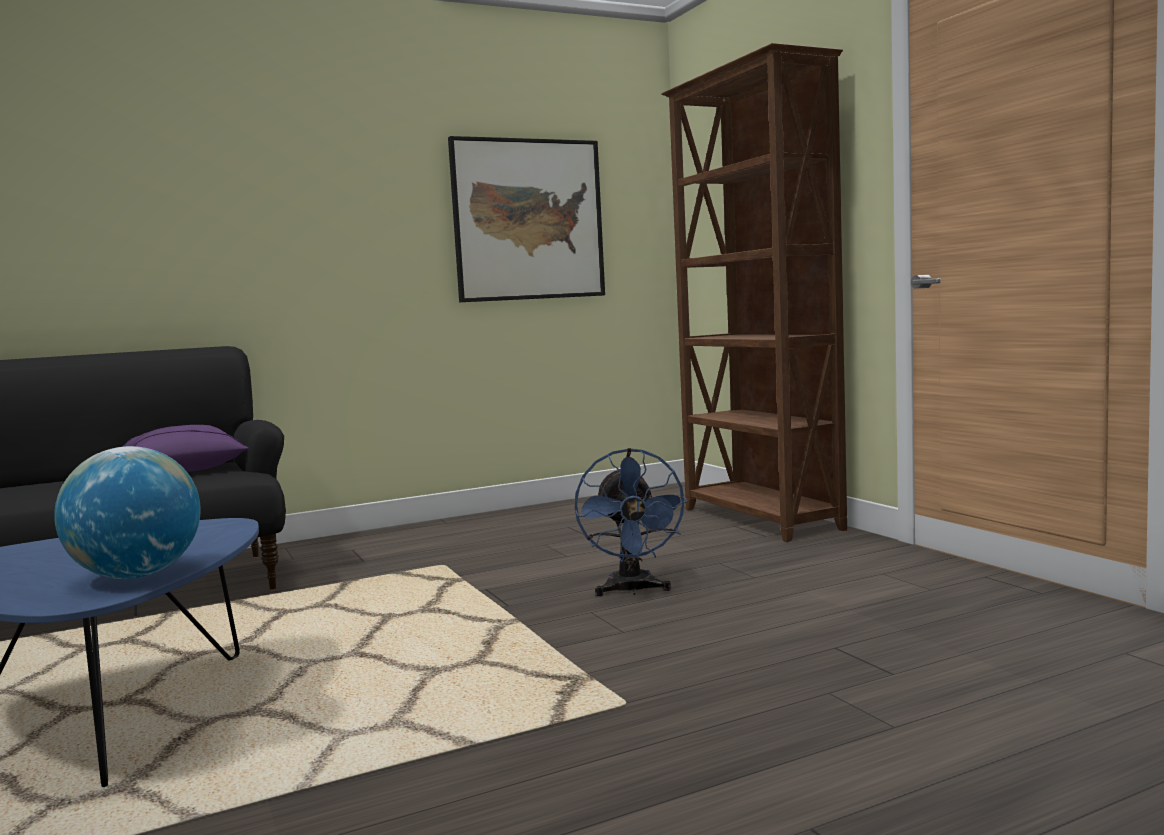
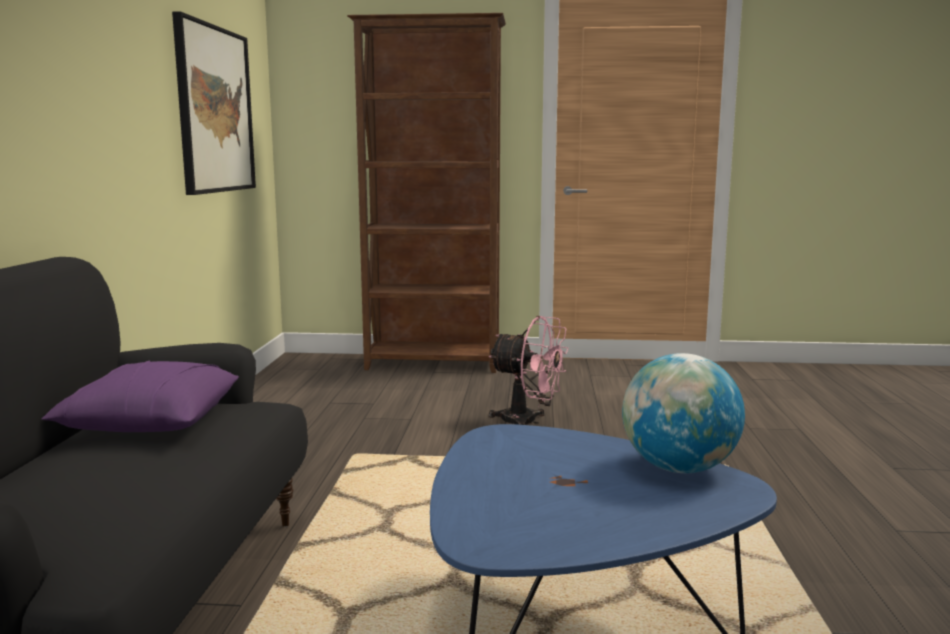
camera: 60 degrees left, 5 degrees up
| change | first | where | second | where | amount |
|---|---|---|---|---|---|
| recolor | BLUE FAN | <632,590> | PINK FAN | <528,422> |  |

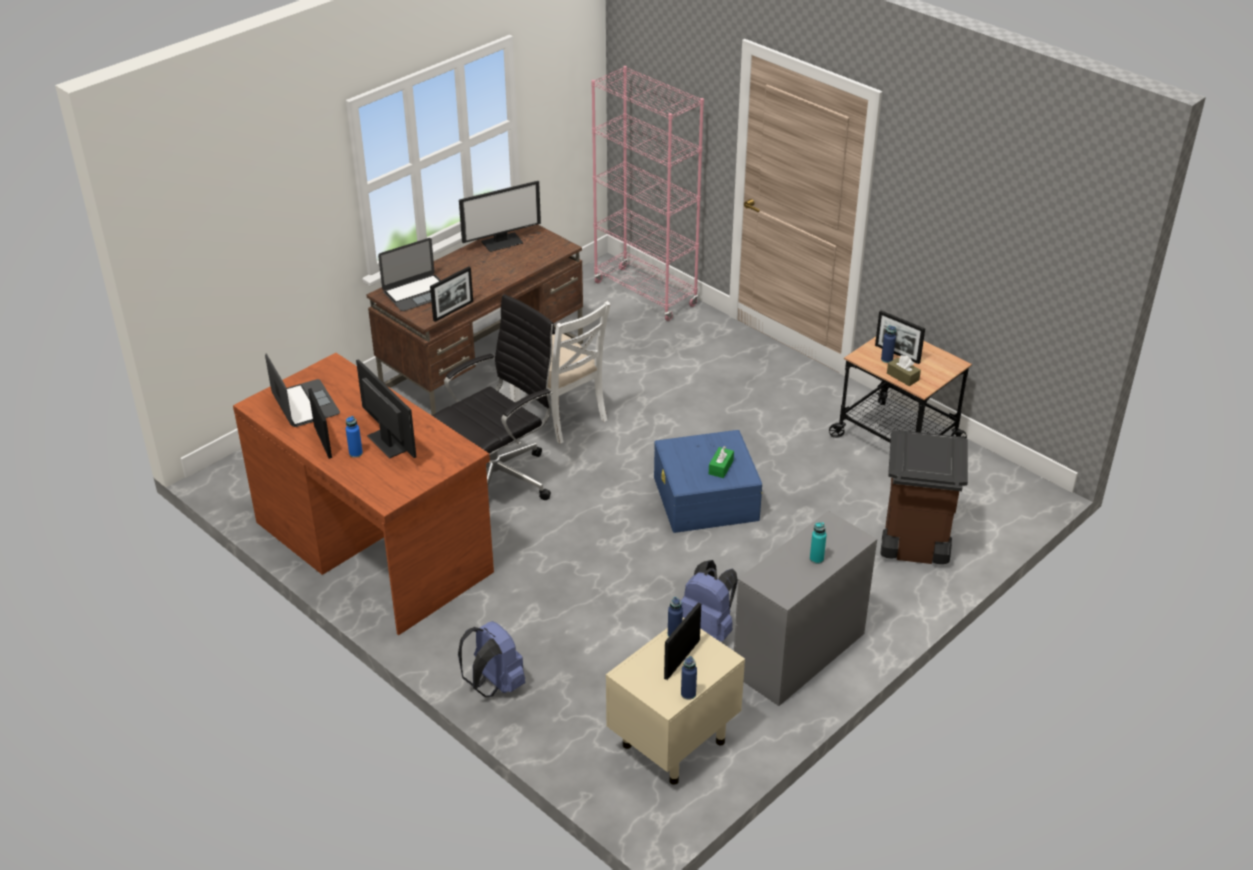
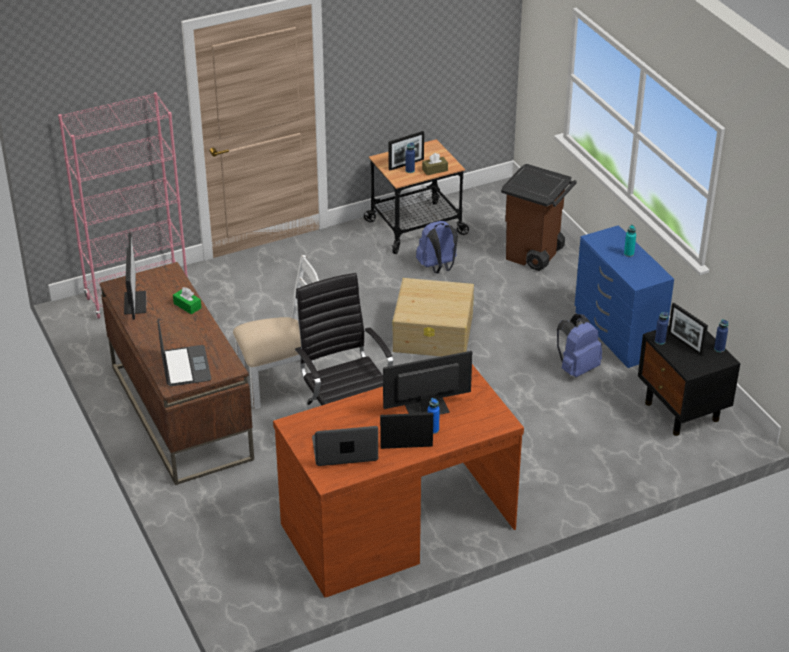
camera: 70 degrees left, 0 degrees up
| change | first | where | second | where | amount |
|---|---|---|---|---|---|
| delete | PICTURE FRAME | <453,311> |  |  |  |
| move | BLUE BACKPACK | <494,685> |  | <438,267> |  |
| move | GREEN TISSUE BOX | <721,467> |  | <187,306> |  |
| recolor | BEIGE NIGHTSTAND | <672,744> | BLACK NIGHTSTAND | <682,412> |  |
| recolor | BLUE STORAGE BOX | <705,498> | BEIGE STORAGE BOX | <434,333> |  |
| recolor | GREY DRESSER | <797,653> | BLUE DRESSER | <617,334> |  |

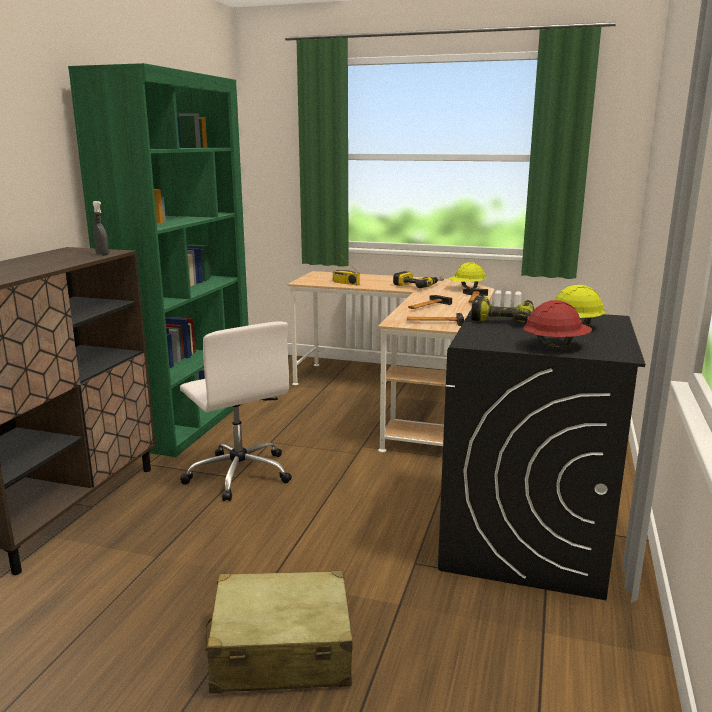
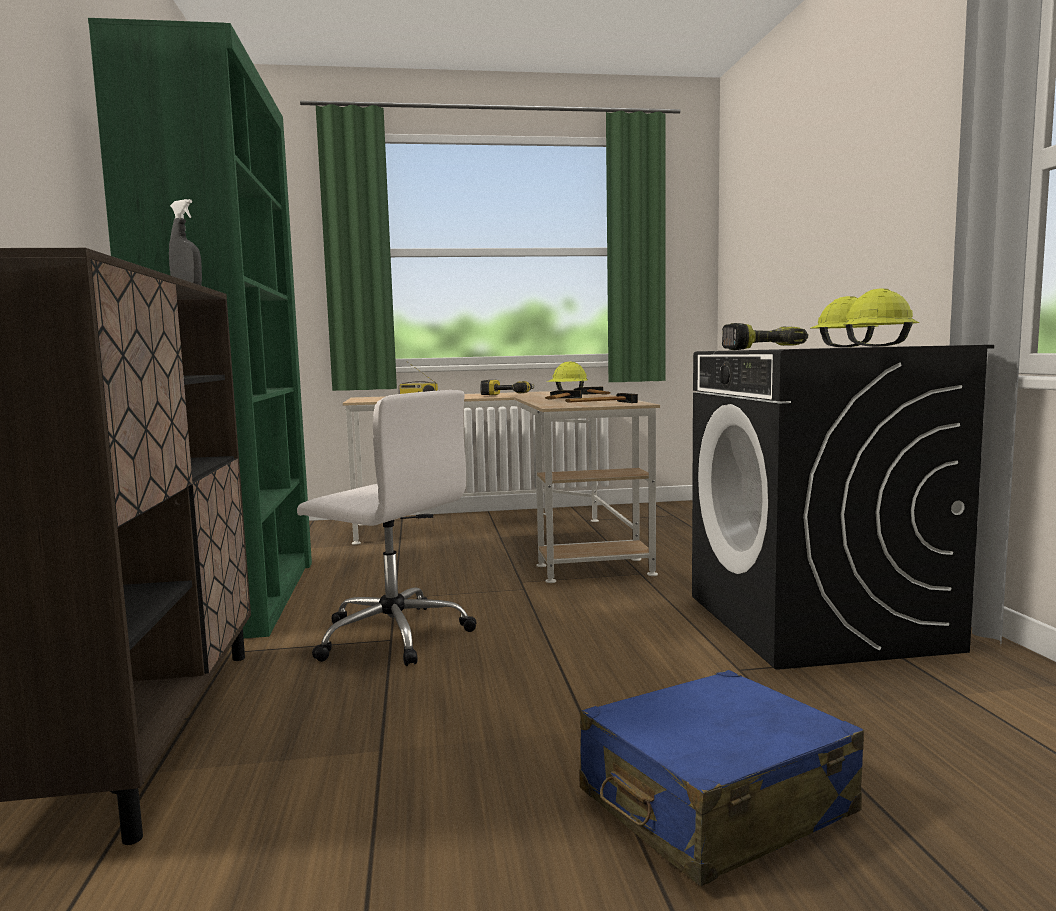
camera: 25 degrees left, 10 degrees down
| change | first | where | second | where | amount |
|---|---|---|---|---|---|
| recolor | BEIGE SUITCASE | <281,651> | BLUE SUITCASE | <715,804> |  |
| recolor | RED HARD HAT | <555,346> | YELLOW HARD HAT | <879,346> |  |

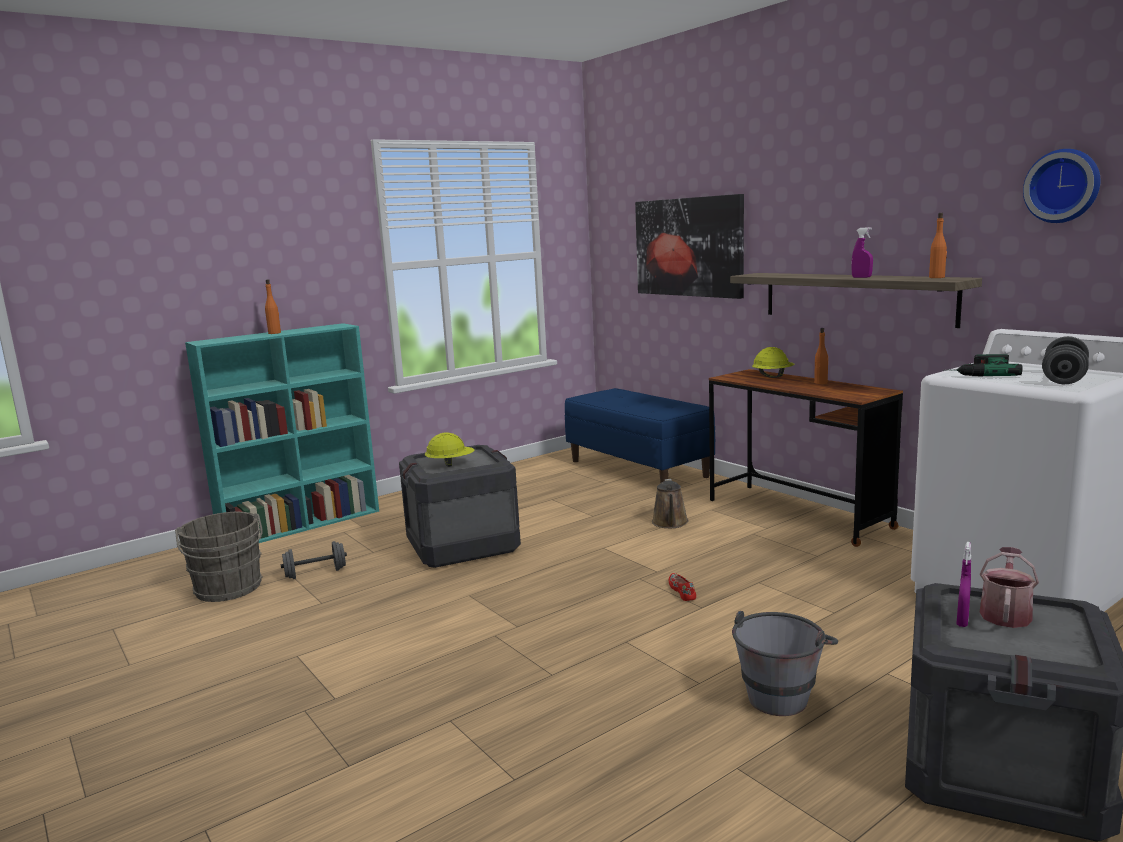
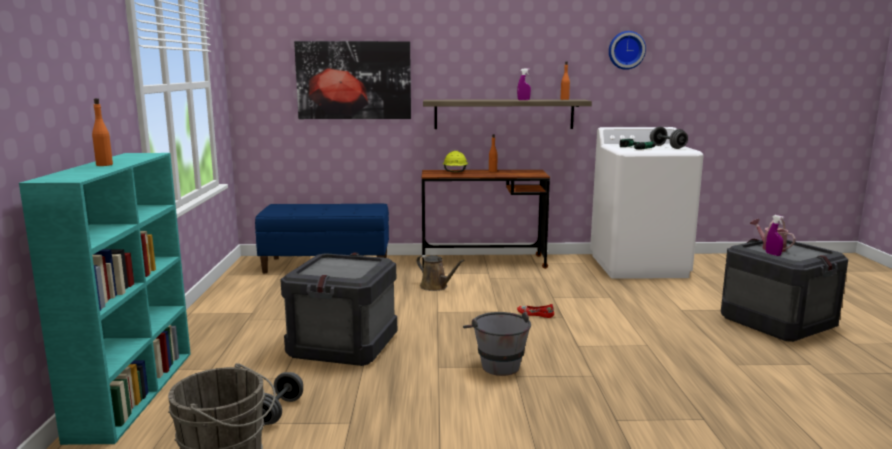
camera: 55 degrees left, 0 degrees up
| change | first | where | second | where | amount |
|---|---|---|---|---|---|
| delete | YELLOW HARD HAT | <450,464> |  |  |  |
| move | GREY BUCKET | <781,693> |  | <496,363> |  |

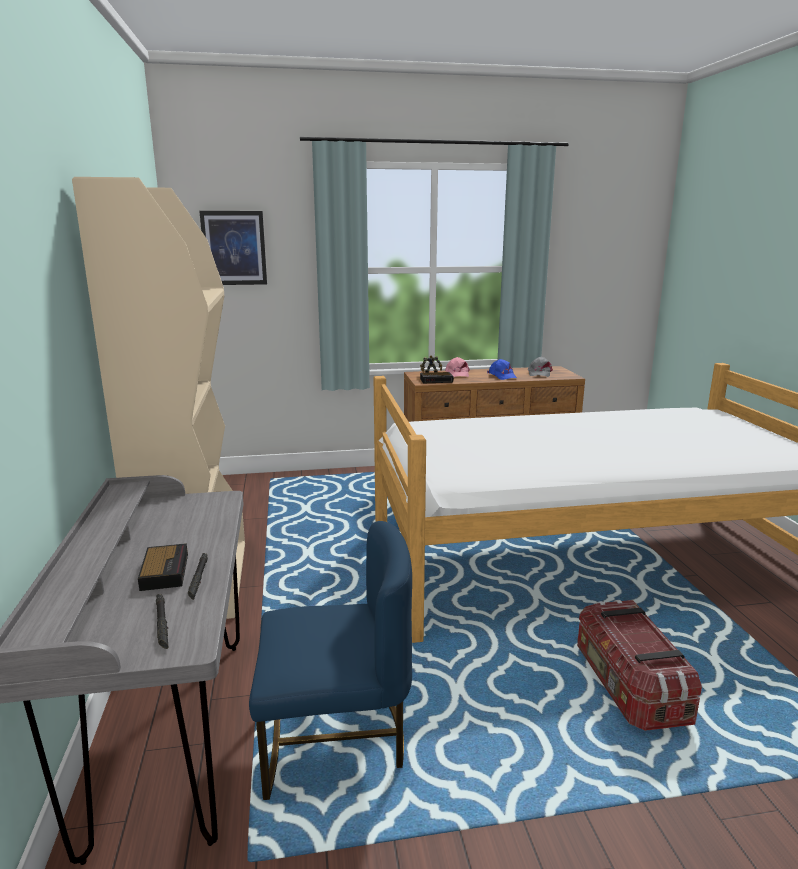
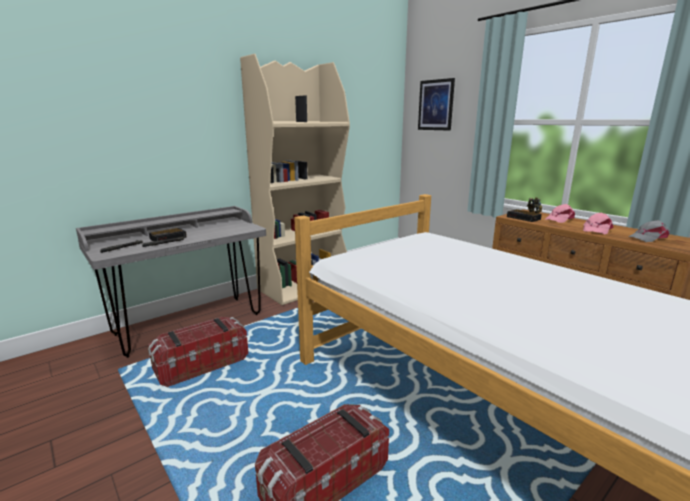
camera: 60 degrees right, 0 degrees up
| change | first | where | second | where | amount |
|---|---|---|---|---|---|
| replace | BLUE CHAIR | <334,740> | STORAGE BOX | <201,365> |  |
| recolor | BLUE CAP | <502,376> | PINK CAP | <596,229> |  |

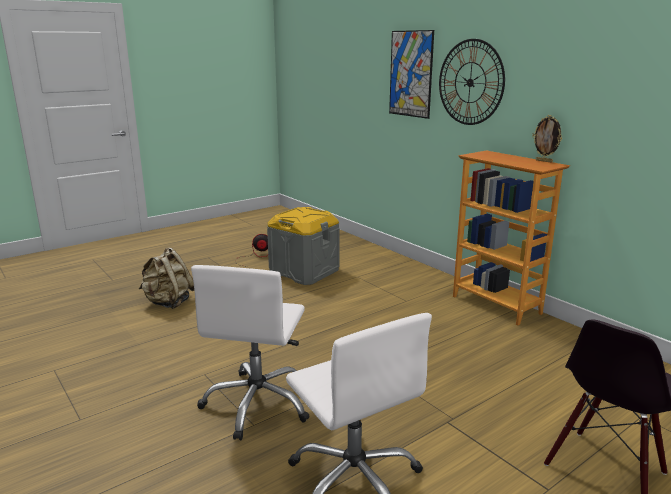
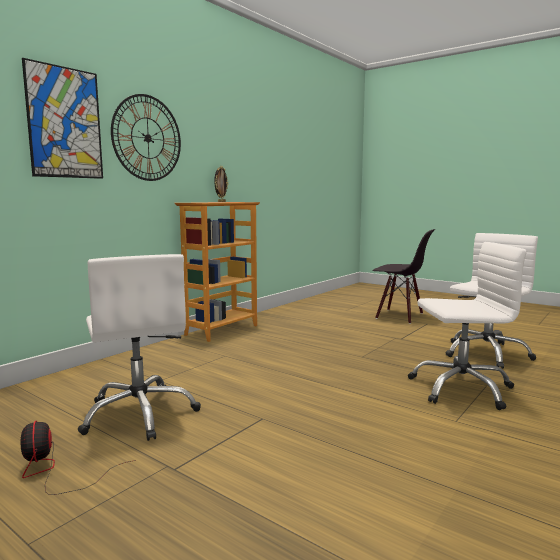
camera: 105 degrees left, 10 degrees down
| change | first | where | second | where | amount |
|---|---|---|---|---|---|
| delete | BEIGE BACKPACK | <169,303> |  |  |  |
| replace | GREY STORAGE BOX | <304,271> | WHITE OFFICE CHAIR | <140,414> |  |

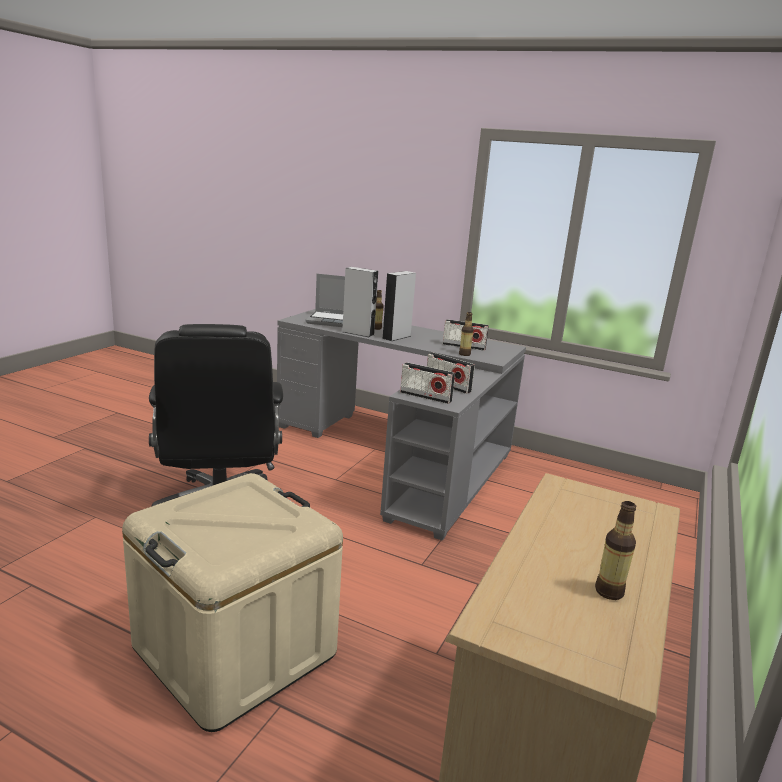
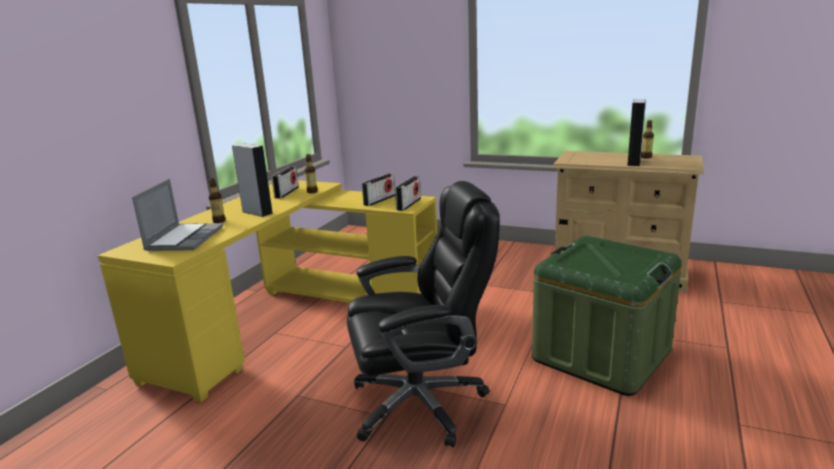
camera: 90 degrees left, 0 degrees up
| change | first | where | second | where | amount |
|---|---|---|---|---|---|
| move | GREY SPEAKER | <358,333> |  | <634,162> |  |
| recolor | BEIGE STORAGE BOX | <235,650> | GREEN STORAGE BOX | <601,355> |  |
| recolor | GREY DESK | <401,456> | YELLOW DESK | <293,318> |  |

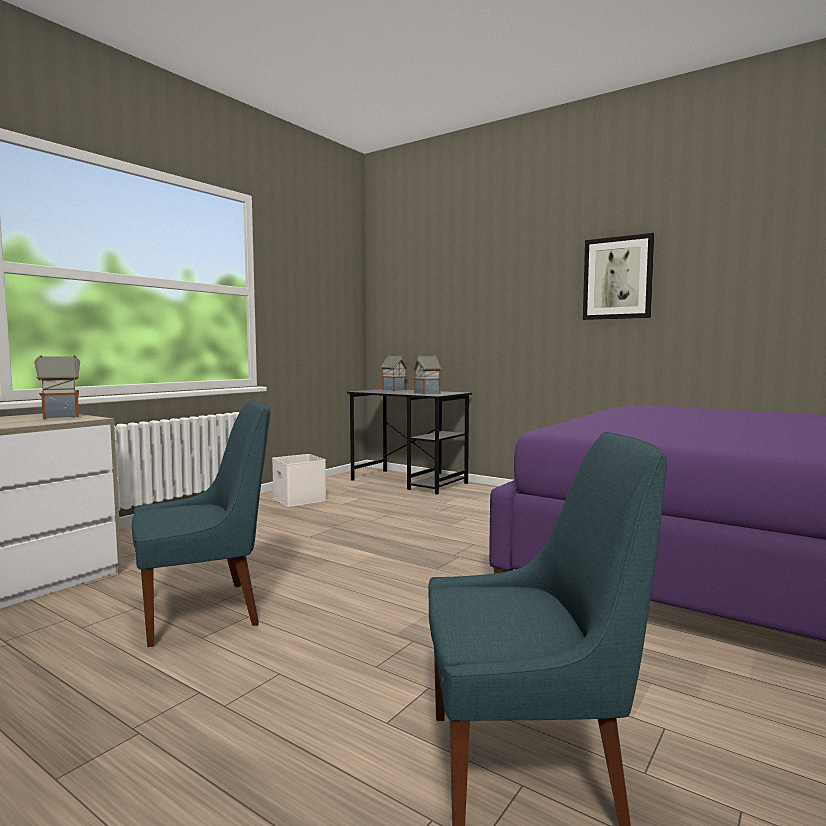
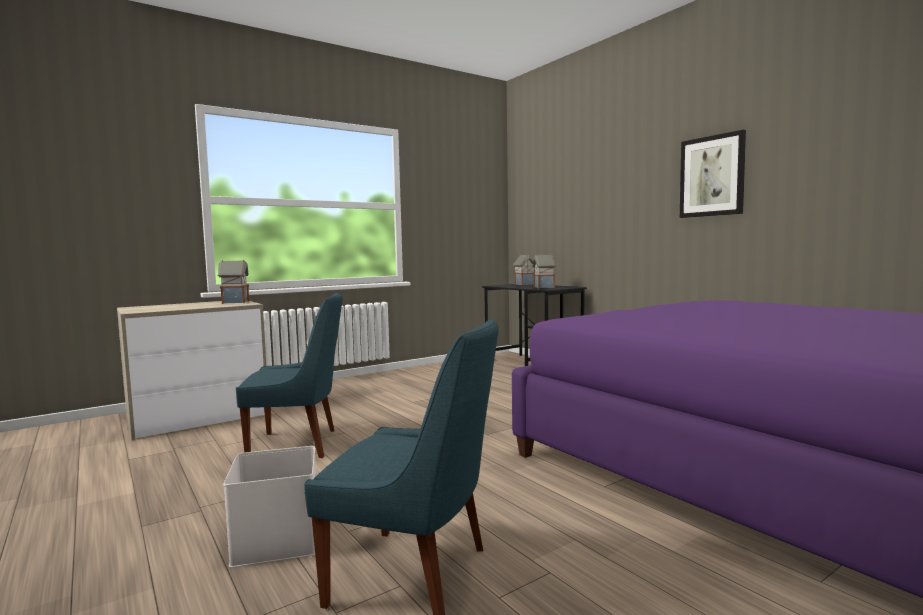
camera: 20 degrees right, 0 degrees up
| change | first | where | second | where | amount |
|---|---|---|---|---|---|
| move | WHITE STORAGE BOX | <300,499> |  | <279,540> |  |

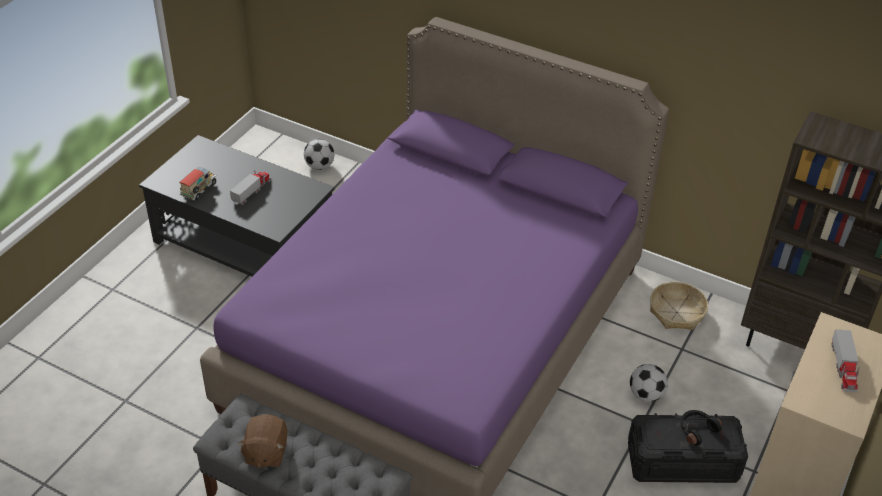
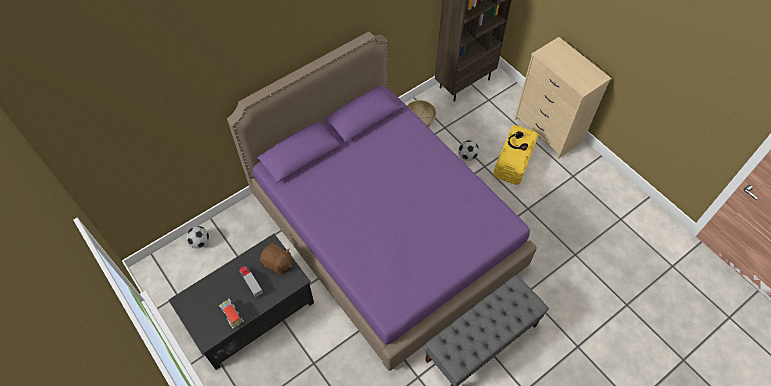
camera: 65 degrees left, 15 degrees up
| change | first | where | second | where | amount |
|---|---|---|---|---|---|
| delete | TOY TRUCK | <843,367> |  |  |  |
| move | BROWN PLUSH TOY | <265,453> |  | <277,263> |  |
| recolor | BLACK STORAGE BOX | <683,462> | YELLOW STORAGE BOX | <514,161> |  |

